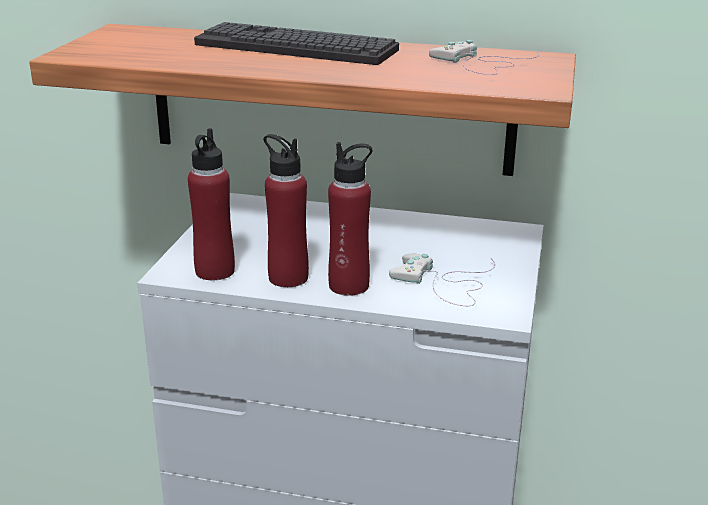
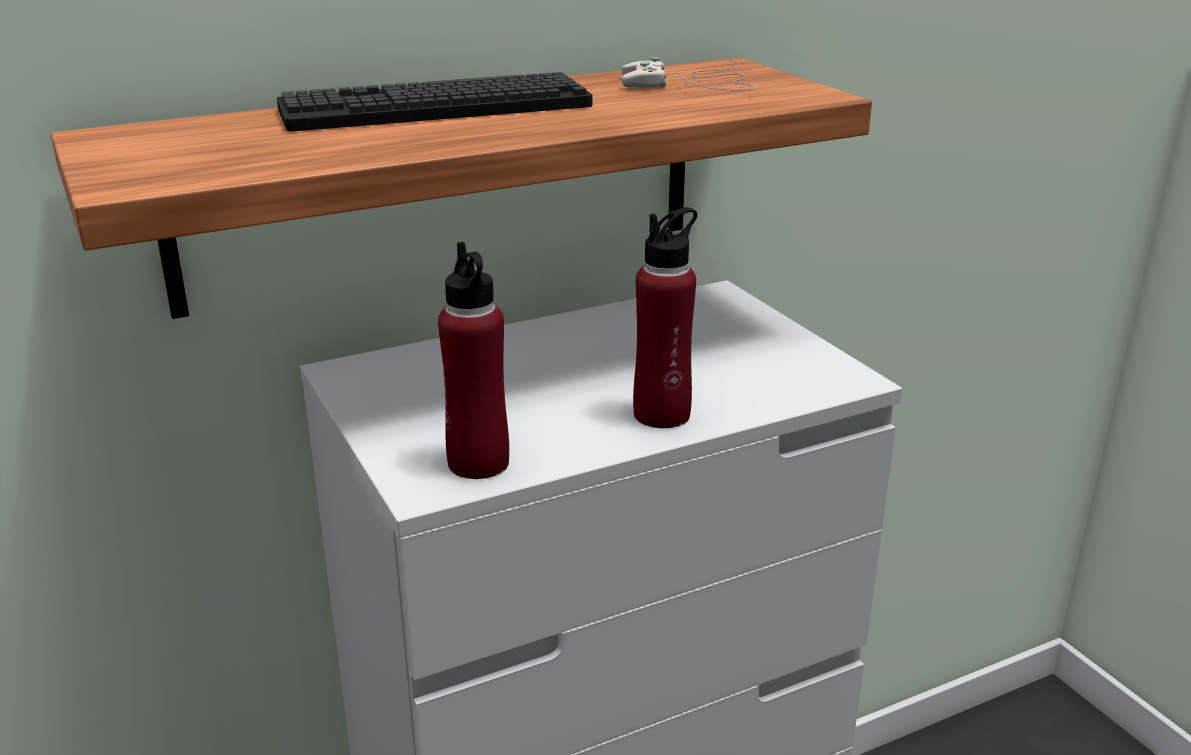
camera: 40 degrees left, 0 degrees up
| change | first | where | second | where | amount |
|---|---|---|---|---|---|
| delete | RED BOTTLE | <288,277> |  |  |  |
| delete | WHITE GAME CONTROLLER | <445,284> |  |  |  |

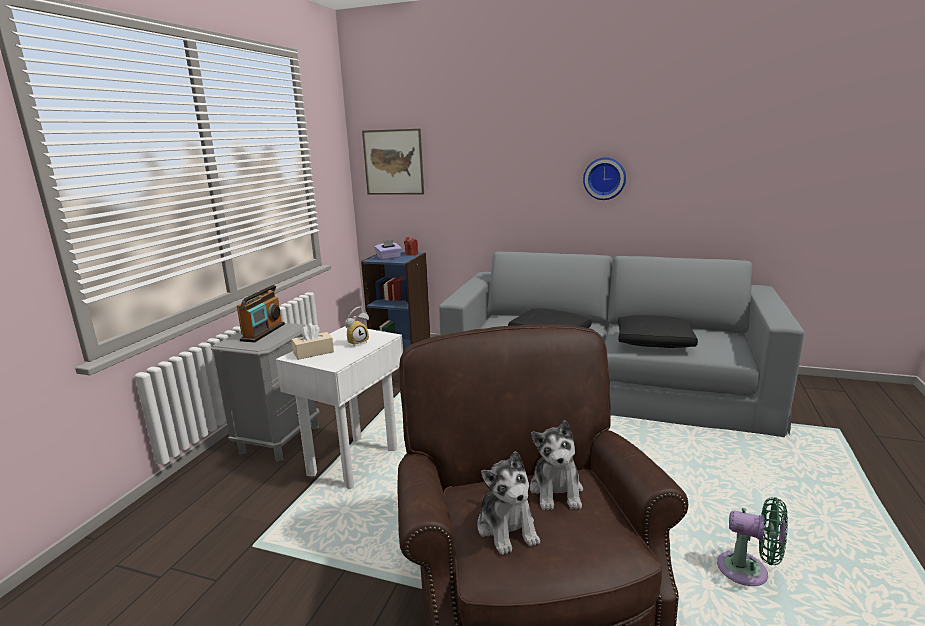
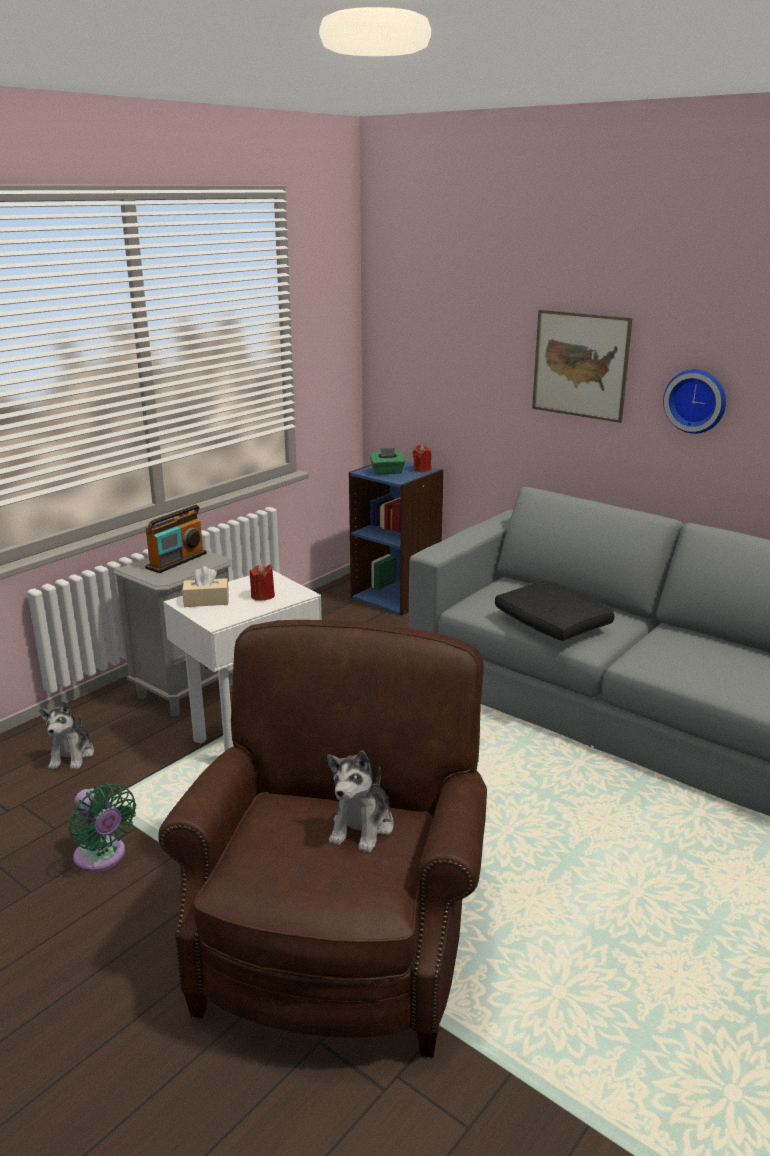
camera: 20 degrees right, 5 degrees up
| change | first | where | second | where | amount |
|---|---|---|---|---|---|
| delete | BLACK PILLOW | <655,342> |  |  |  |
| move | PICTURE | <393,162> |  | <580,365> |  |
| move | PLUSH TOY | <507,528> |  | <72,755> |  |
| move | GREEN FAN | <748,571> |  | <102,857> |  |
| replace | ALARM CLOCK | <357,342> | RED CANDLE | <262,596> |  |
| recolor | PURPLE TISSUE BOX | <389,258> | GREEN TISSUE BOX | <387,472> |  |

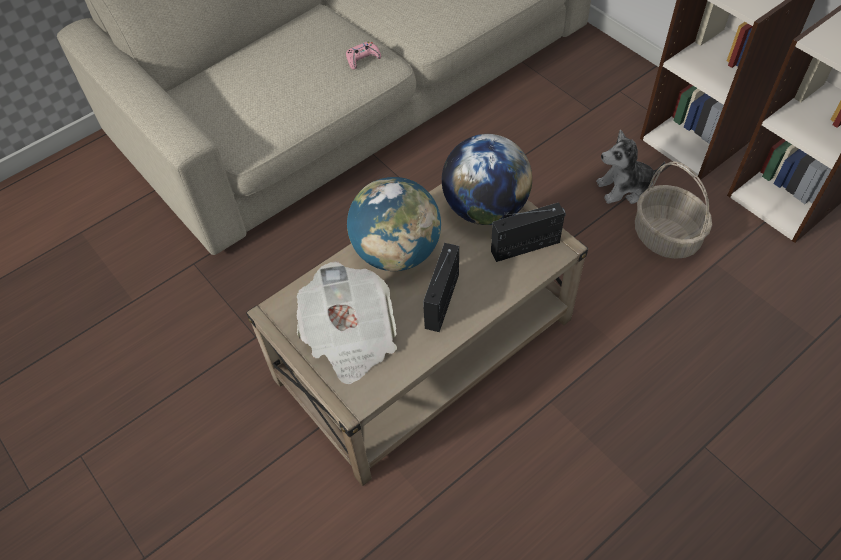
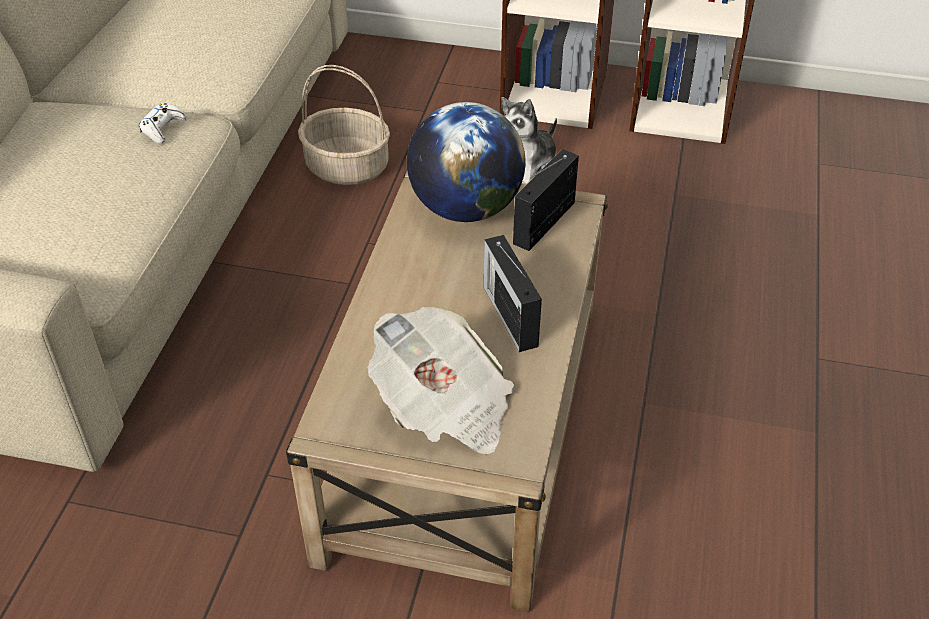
camera: 40 degrees left, 10 degrees down
| change | first | where | second | where | amount |
|---|---|---|---|---|---|
| delete | GLOBE | <397,252> |  |  |  |
| move | BASKET | <667,237> |  | <348,167> |  |
| recolor | PINK GAME CONTROLLER | <362,59> | WHITE GAME CONTROLLER | <163,128> |  |

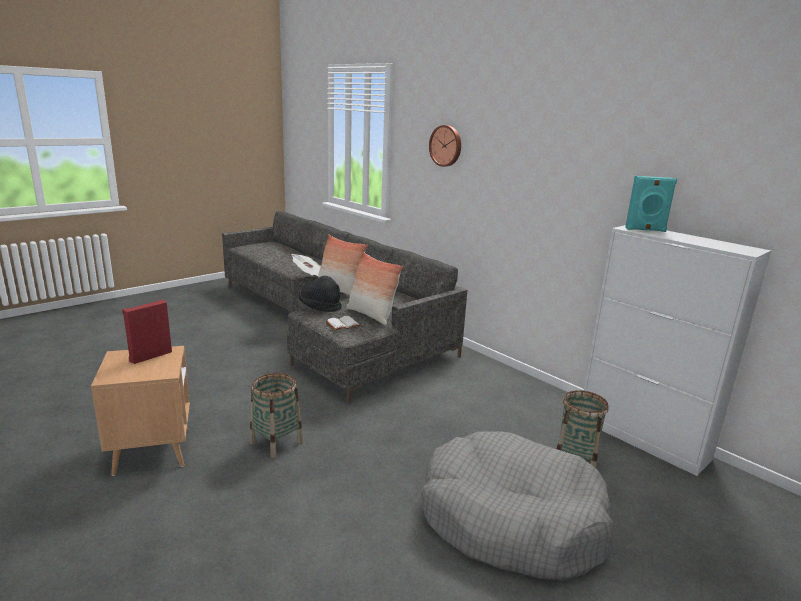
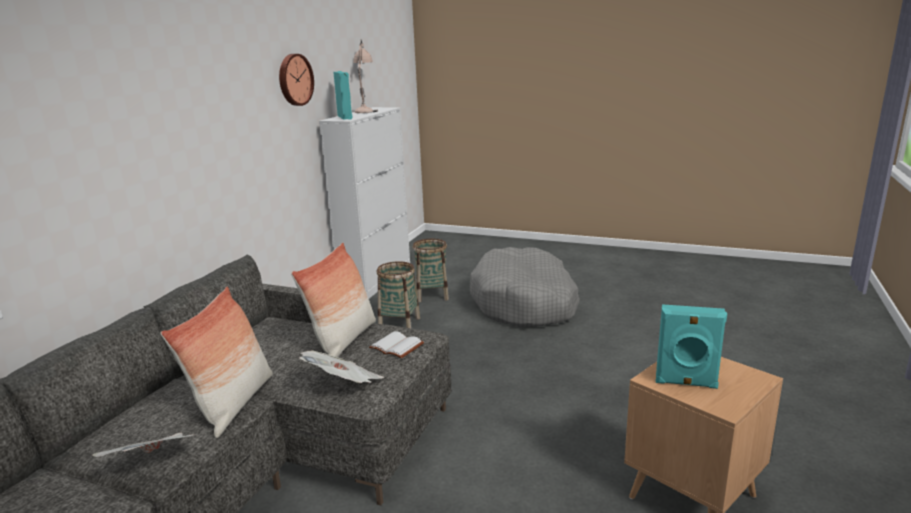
camera: 115 degrees left, 0 degrees up
| change | first | where | second | where | amount |
|---|---|---|---|---|---|
| insert |  |  | BEIGE TABLE LAMP | <366,110> |  |
| move | BASKET | <276,442> |  | <399,323> |  |
| move | WALL CLOCK | <446,146> |  | <294,80> |  |
| replace | BLACK HAT | <319,307> | NEWSPAPER | <344,385> |  |
| recolor | RED SPEAKER | <150,356> | TURQUOISE SPEAKER | <686,383> |  |

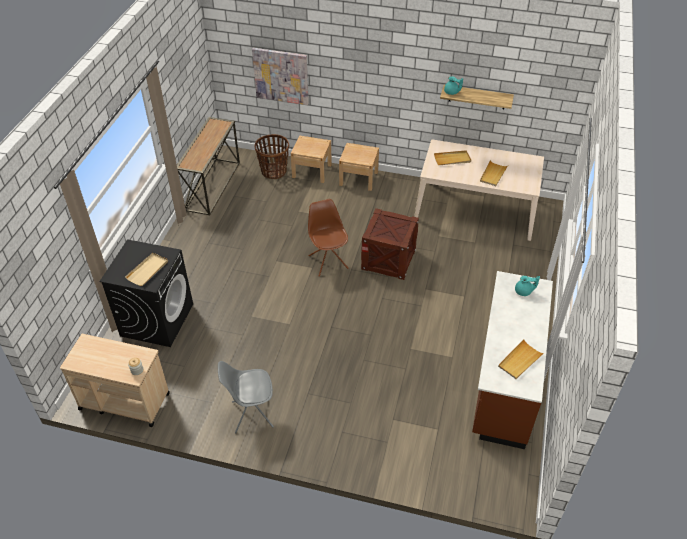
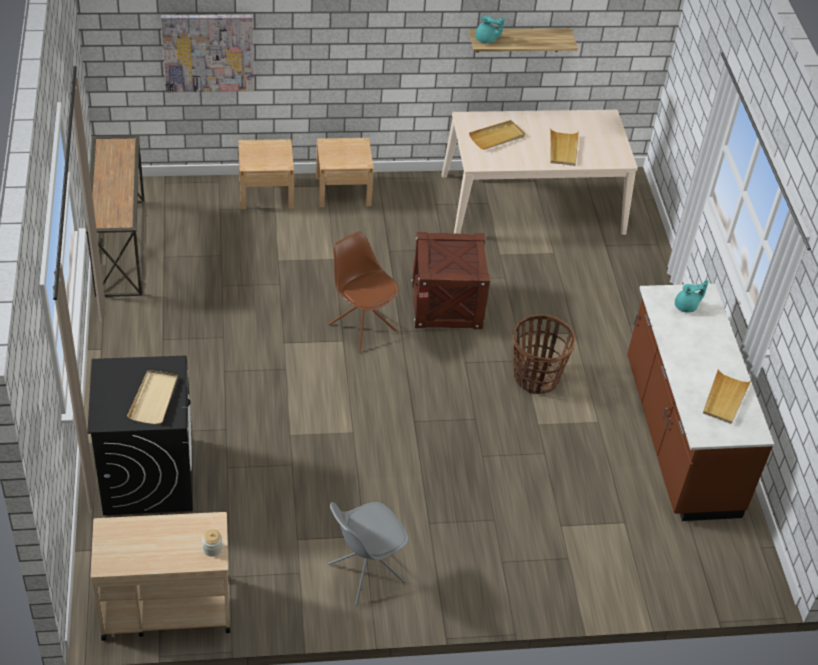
camera: 25 degrees left, 0 degrees up
| change | first | where | second | where | amount |
|---|---|---|---|---|---|
| move | BASKET | <273,171> |  | <535,377> |  |

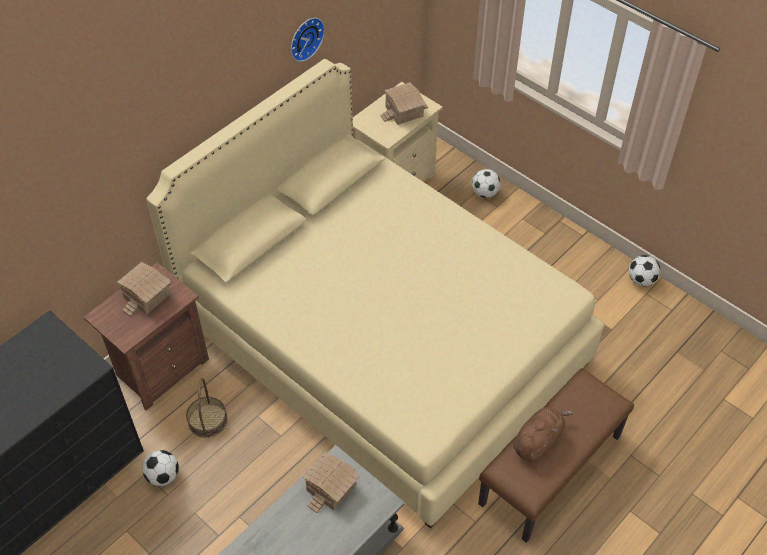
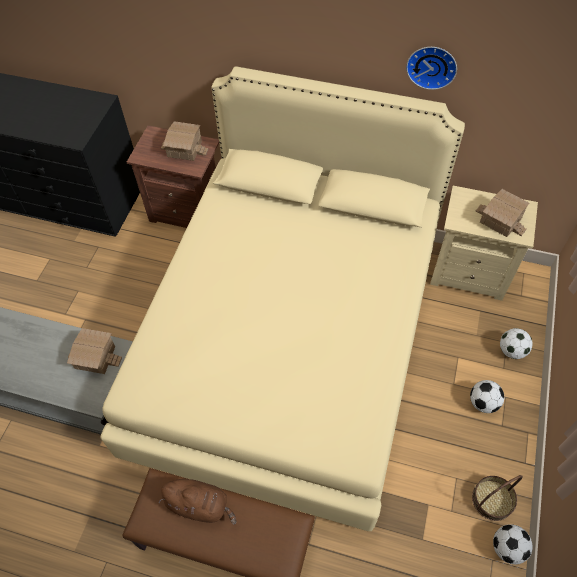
camera: 65 degrees right, 5 degrees up
| change | first | where | second | where | amount |
|---|---|---|---|---|---|
| move | FOOTBALL | <163,476> |  | <483,403> |  |
| move | BASKET | <207,420> |  | <492,499> |  |

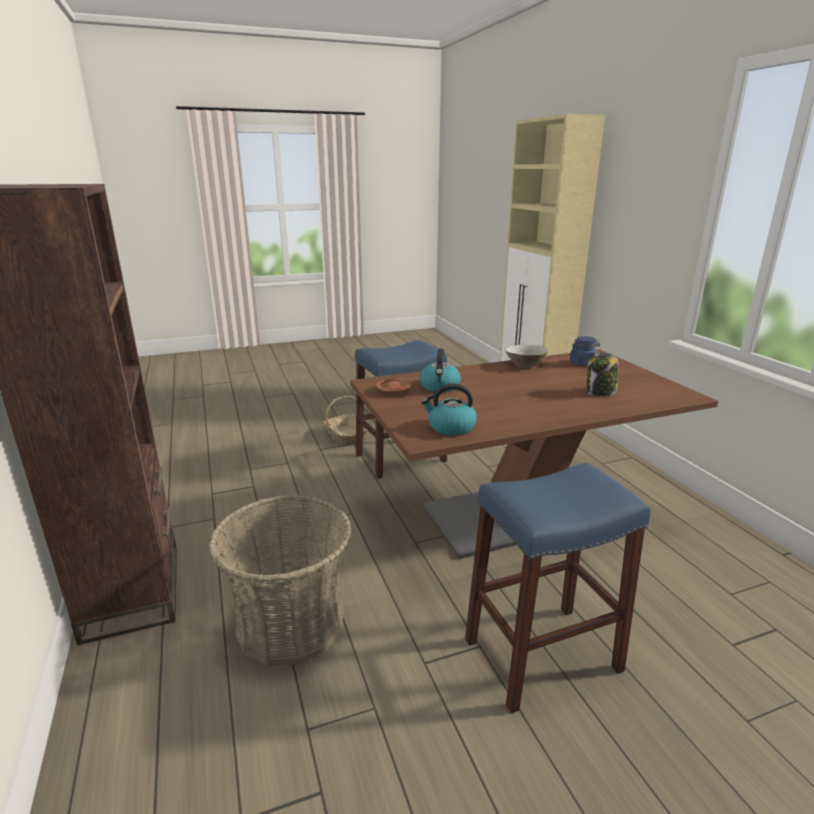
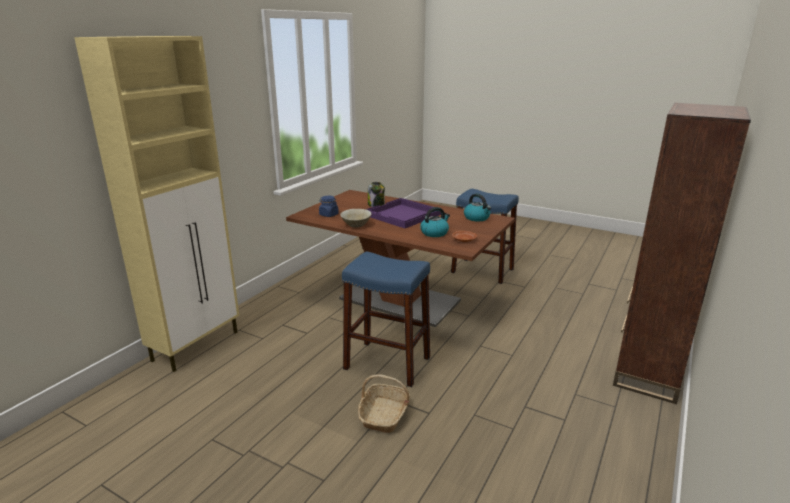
camera: 130 degrees left, 0 degrees up
| change | first | where | second | where | amount |
|---|---|---|---|---|---|
| delete | BASKET | <291,623> |  |  |  |
| insert |  |  | PURPLE TRAY | <402,215> |  |

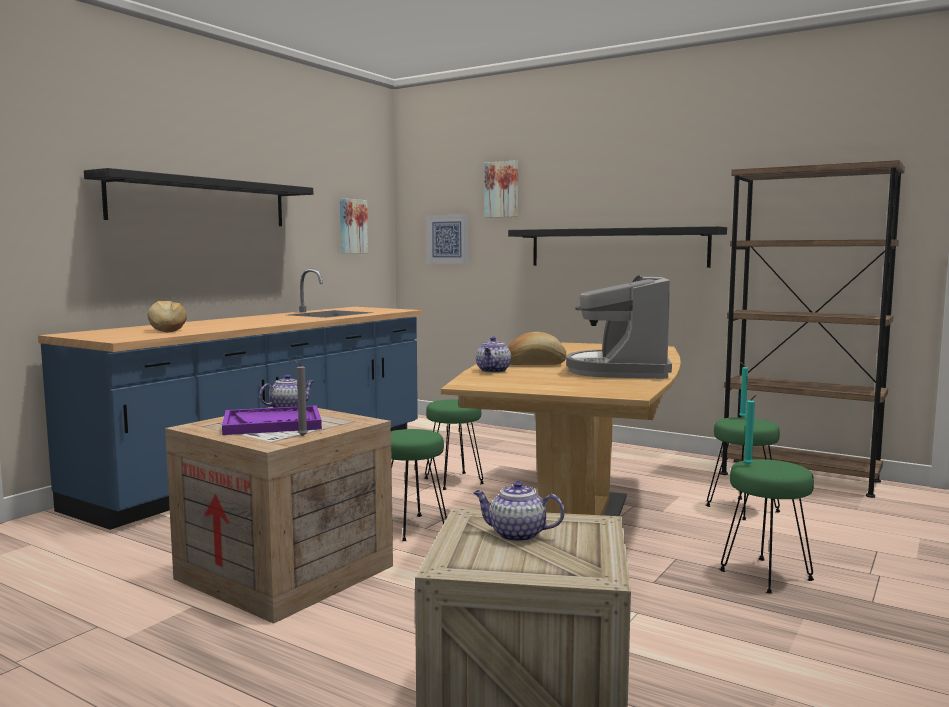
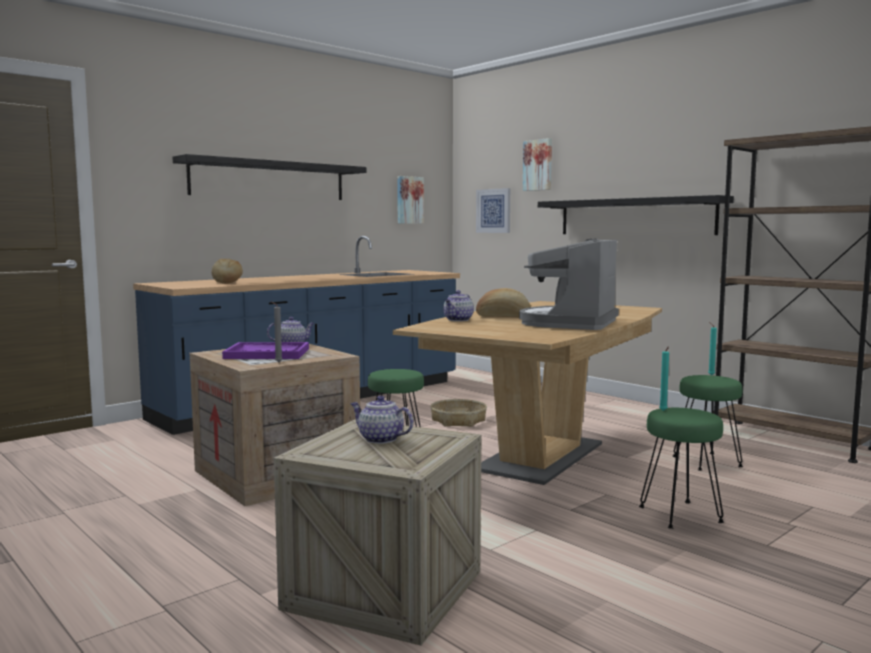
camera: 15 degrees right, 0 degrees up
| change | first | where | second | where | amount |
|---|---|---|---|---|---|
| replace | GREEN STOOL | <453,481> | BASKET | <458,420> |  |

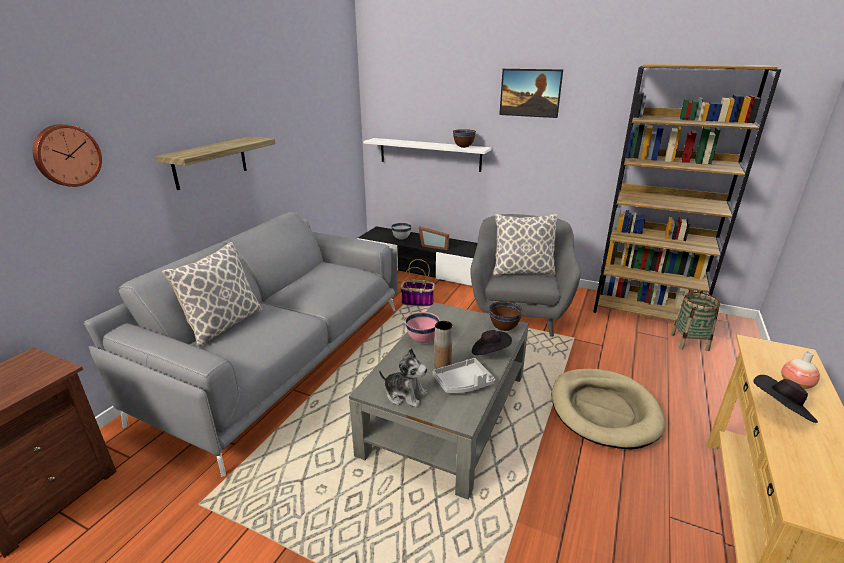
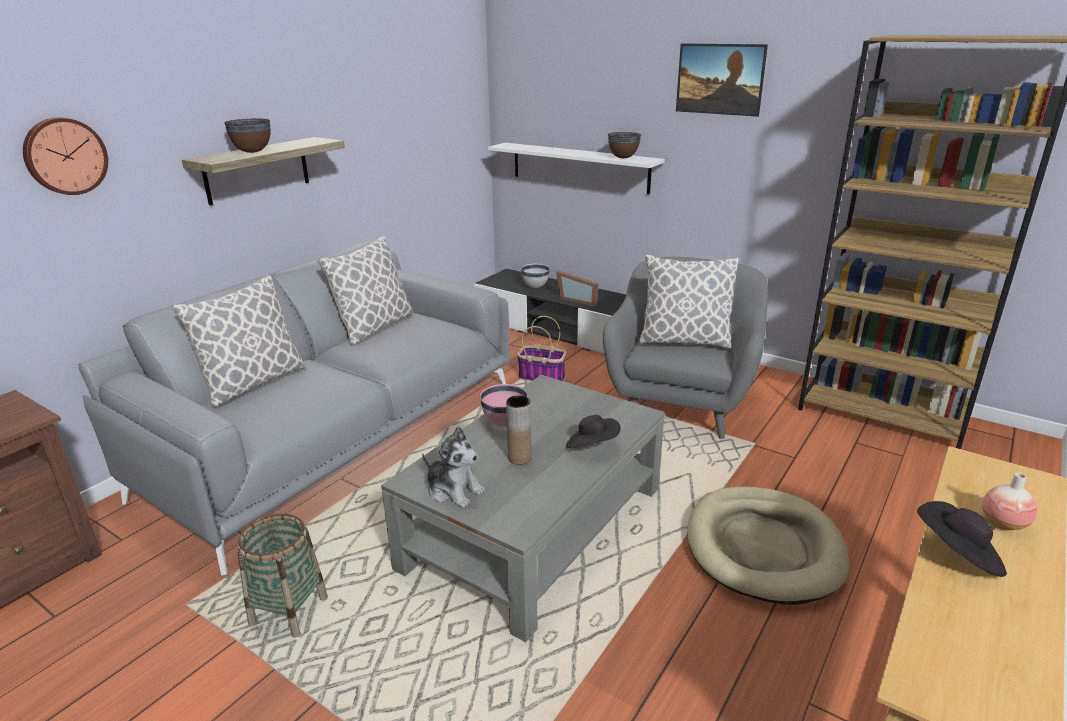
camera: 10 degrees right, 0 degrees up
| change | first | where | second | where | amount |
|---|---|---|---|---|---|
| delete | GREY TRAY | <463,383> |  |  |  |
| insert |  |  | PILLOW | <374,327> |  |
| move | BROWN BOWL | <504,328> |  | <253,152> |  |
| move | BASKET | <689,342> |  | <289,611> |  |

